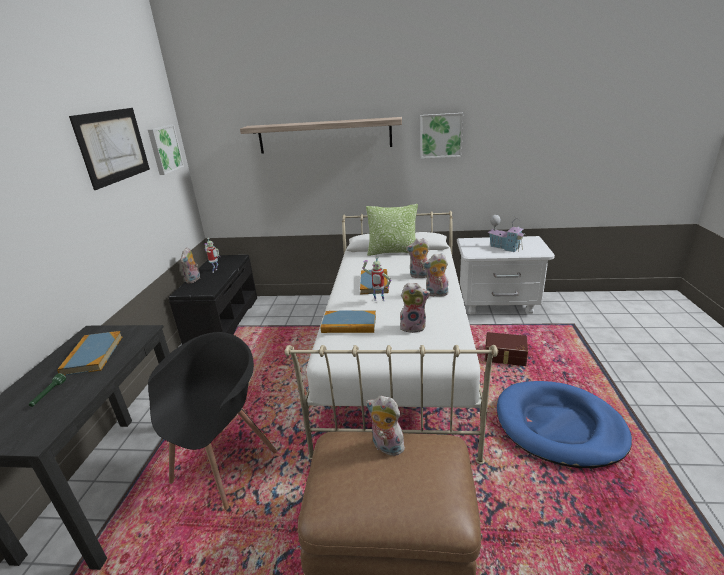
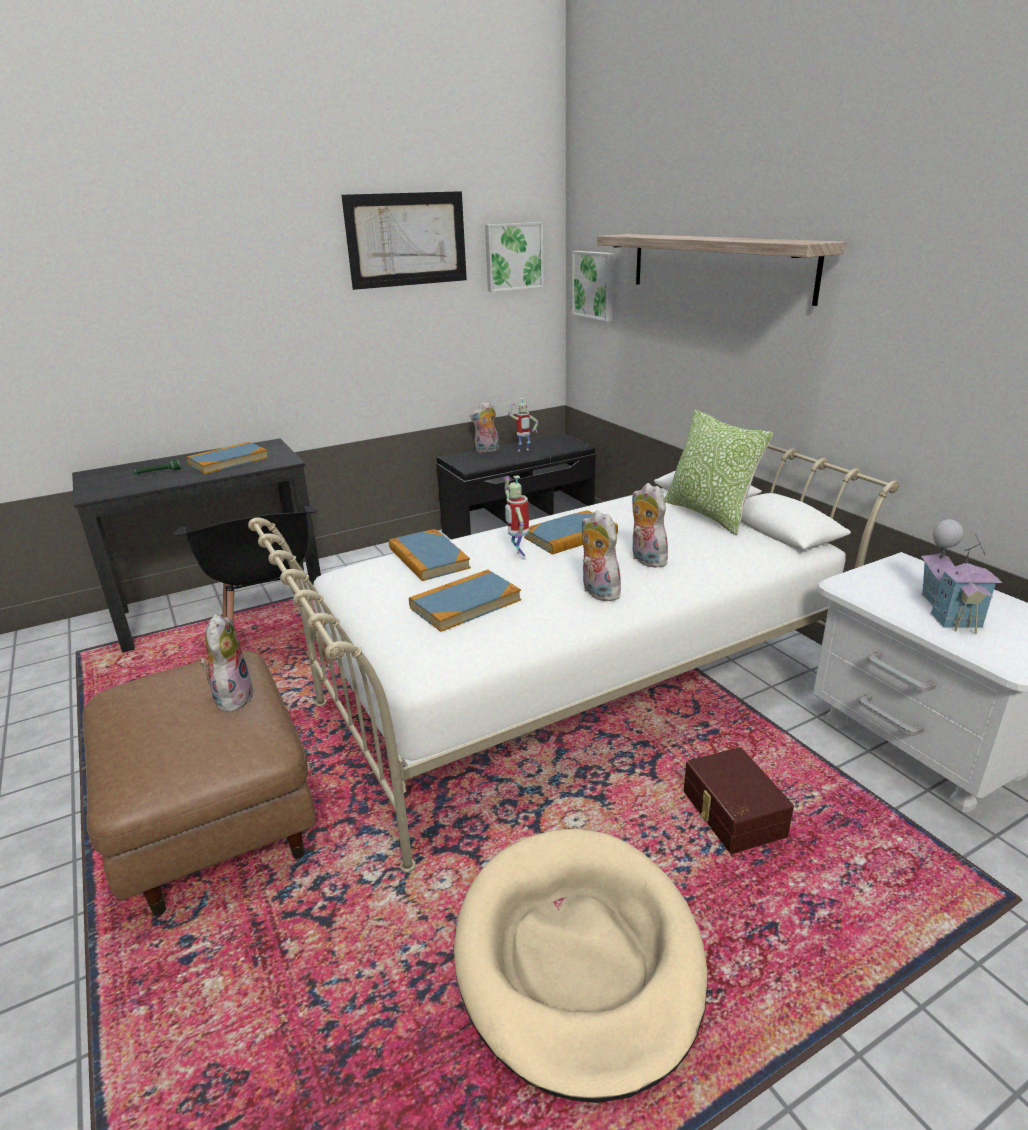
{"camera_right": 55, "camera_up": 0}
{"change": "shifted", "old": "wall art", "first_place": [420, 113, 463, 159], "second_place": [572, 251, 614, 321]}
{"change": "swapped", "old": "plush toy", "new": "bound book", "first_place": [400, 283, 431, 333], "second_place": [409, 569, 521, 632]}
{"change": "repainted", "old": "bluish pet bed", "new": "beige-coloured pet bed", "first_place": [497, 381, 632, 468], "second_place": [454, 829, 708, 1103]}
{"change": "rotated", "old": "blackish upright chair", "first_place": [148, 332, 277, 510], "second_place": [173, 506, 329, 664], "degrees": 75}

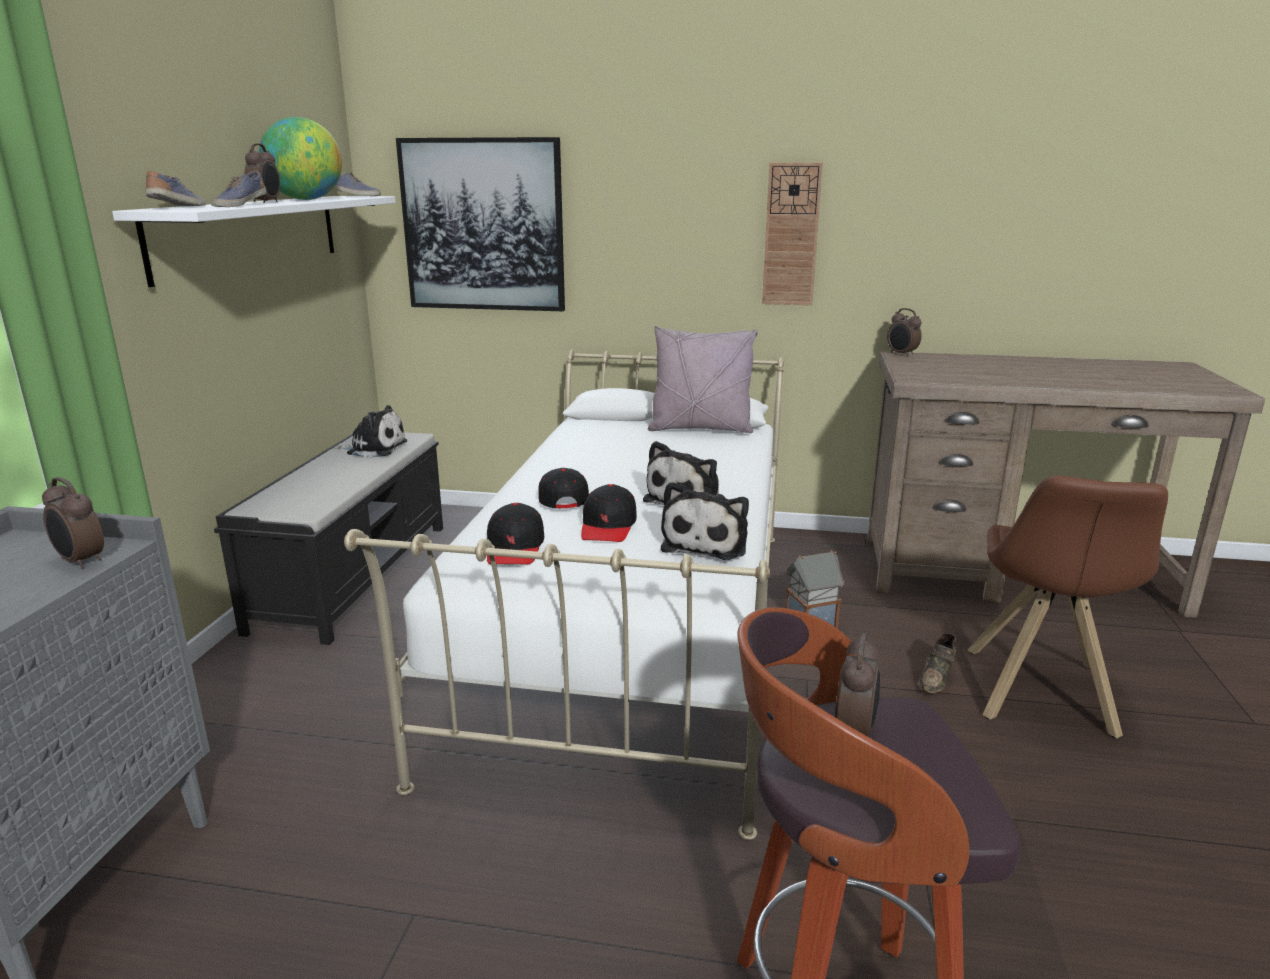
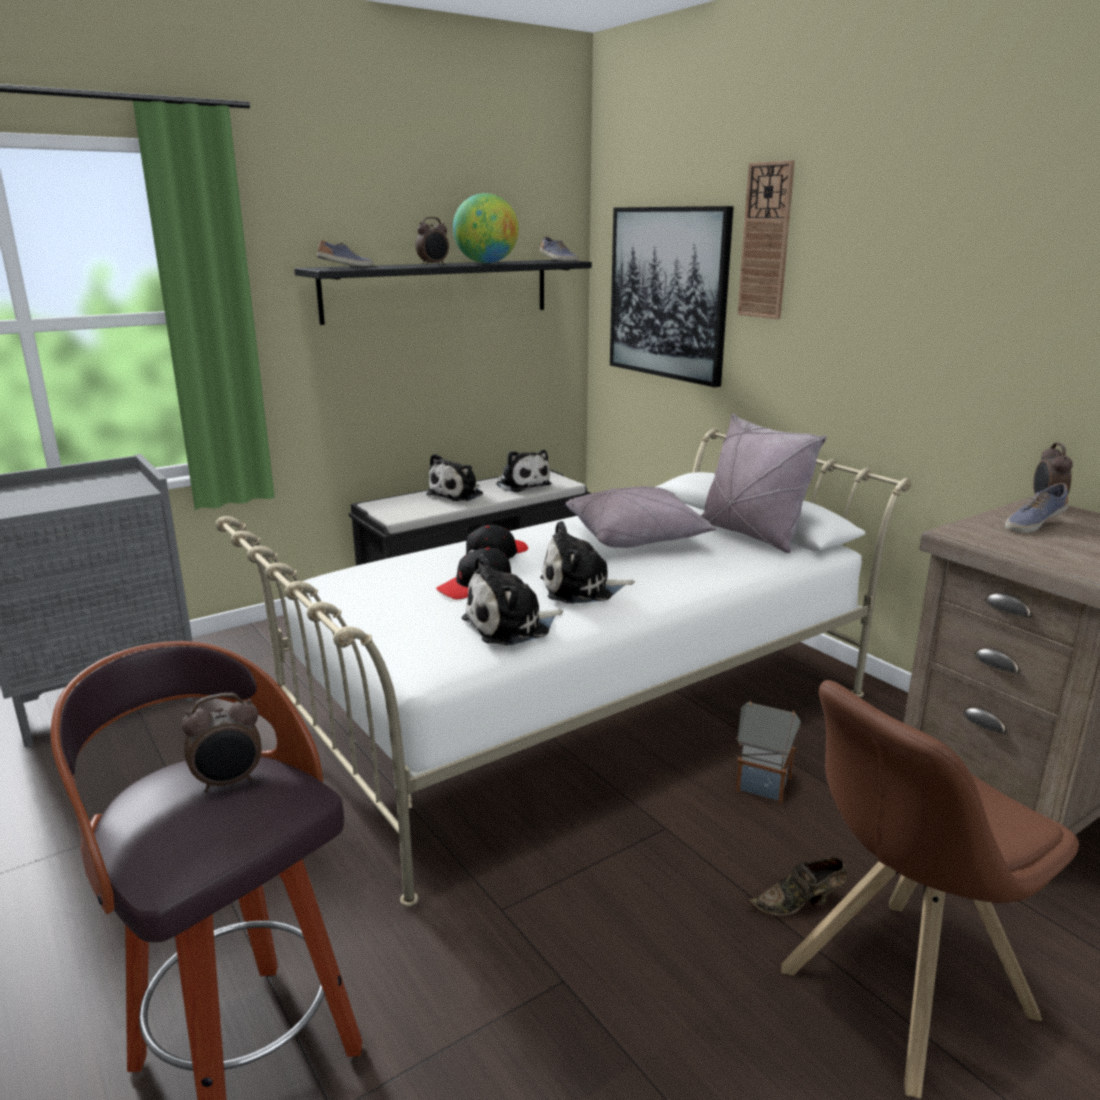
{"camera_right": 45, "camera_up": 0}
{"change": "gone", "old": "bedside clock", "first_place": [42, 477, 104, 569]}
{"change": "gone", "old": "blackish peaked cap", "first_place": [487, 503, 544, 564]}
{"change": "new", "new": "plush toy", "second_place": [426, 454, 483, 501]}
{"change": "new", "new": "purple-coloured pillow", "second_place": [566, 486, 716, 548]}
{"change": "shifted", "old": "item of footwear", "first_place": [211, 170, 267, 207], "second_place": [1005, 483, 1069, 533]}
{"change": "shifted", "old": "hanging clock", "first_place": [762, 162, 823, 305], "second_place": [737, 160, 795, 320]}
{"change": "repainted", "old": "white-coloured bracket shelf", "new": "blackish bracket shelf", "first_place": [112, 196, 396, 287], "second_place": [294, 260, 592, 325]}

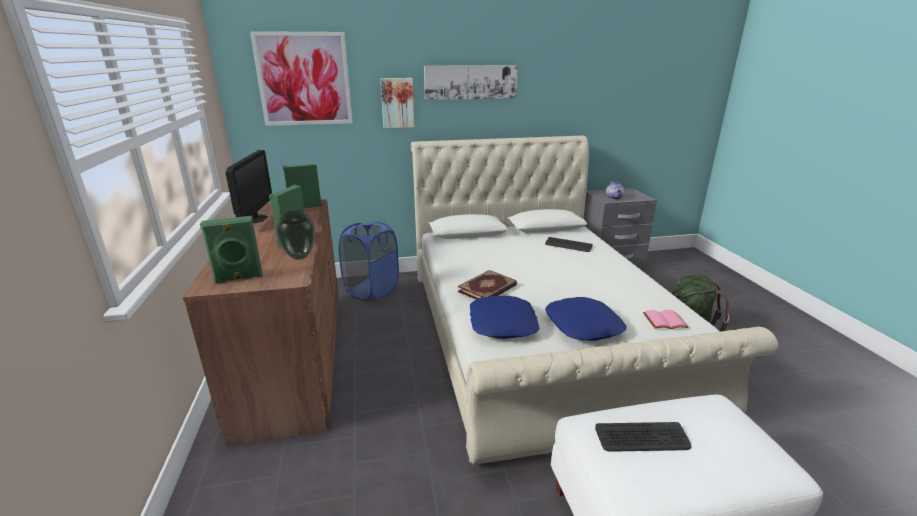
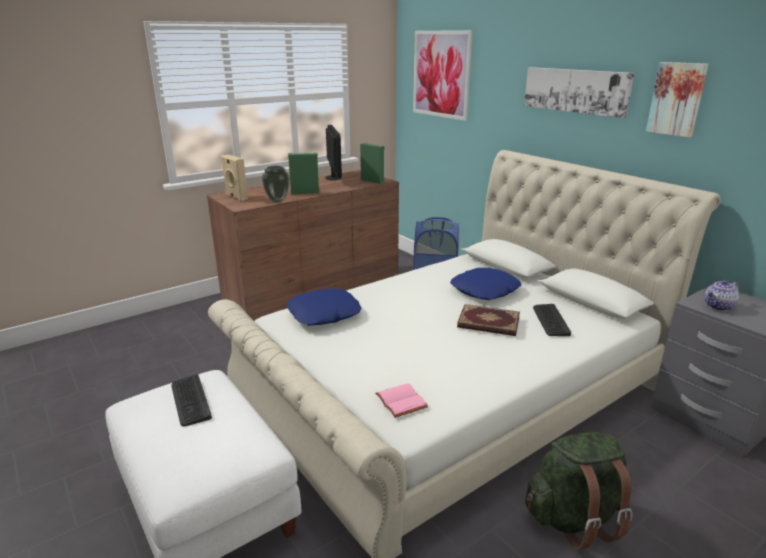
{"camera_right": 65, "camera_up": 0}
{"change": "shifted", "old": "wall art", "first_place": [380, 78, 414, 128], "second_place": [646, 62, 709, 137]}
{"change": "shifted", "old": "bound book", "first_place": [458, 270, 517, 299], "second_place": [457, 304, 520, 336]}
{"change": "shifted", "old": "bluish pillow", "first_place": [545, 297, 626, 341], "second_place": [450, 268, 521, 300]}
{"change": "repainted", "old": "greenish loudspeaker", "new": "beige-coloured loudspeaker", "first_place": [200, 216, 263, 283], "second_place": [221, 155, 248, 201]}
{"change": "rotated", "old": "computer display", "first_place": [225, 150, 272, 223], "second_place": [325, 125, 342, 180], "degrees": -75}

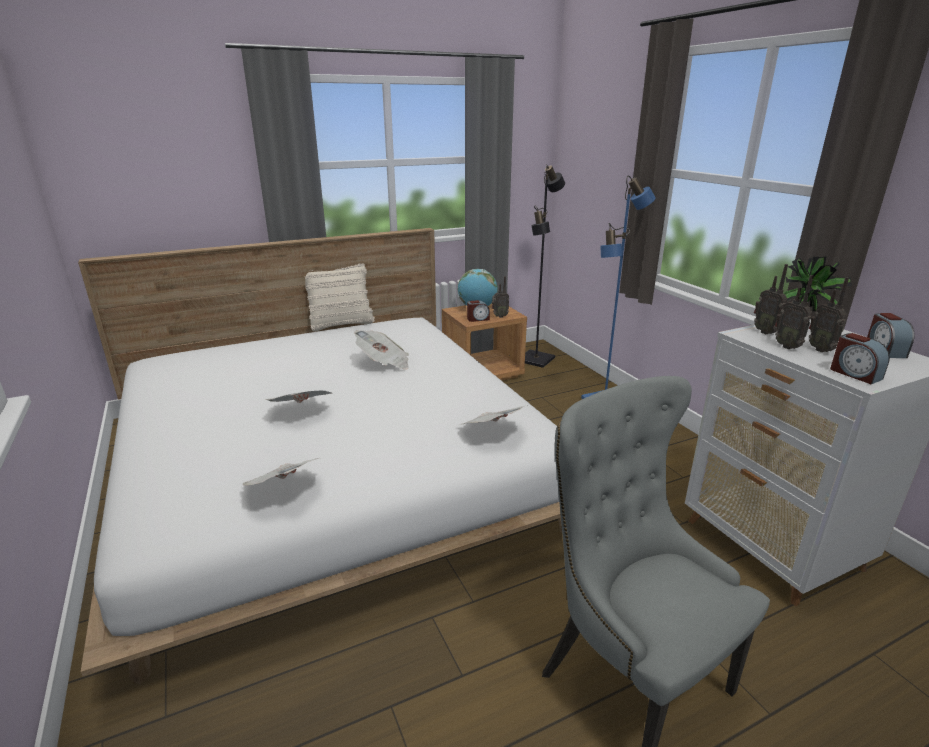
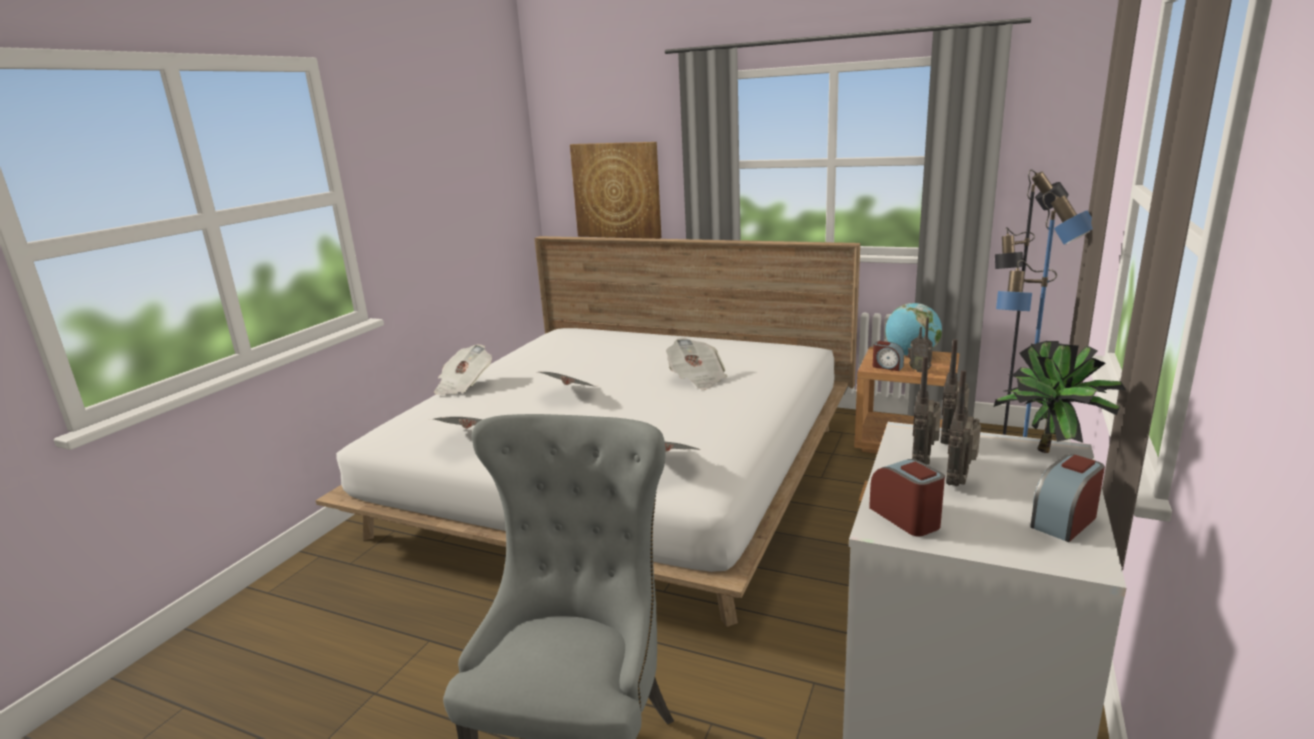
{"camera_right": 50, "camera_up": -5}
{"change": "gone", "old": "beige-coloured pillow", "first_place": [305, 263, 375, 332]}
{"change": "new", "new": "printed paper", "second_place": [434, 344, 492, 395]}
{"change": "new", "new": "wall art", "second_place": [570, 142, 661, 239]}
{"change": "rotated", "old": "bedside clock", "first_place": [830, 333, 890, 384], "second_place": [869, 459, 945, 536], "degrees": 135}

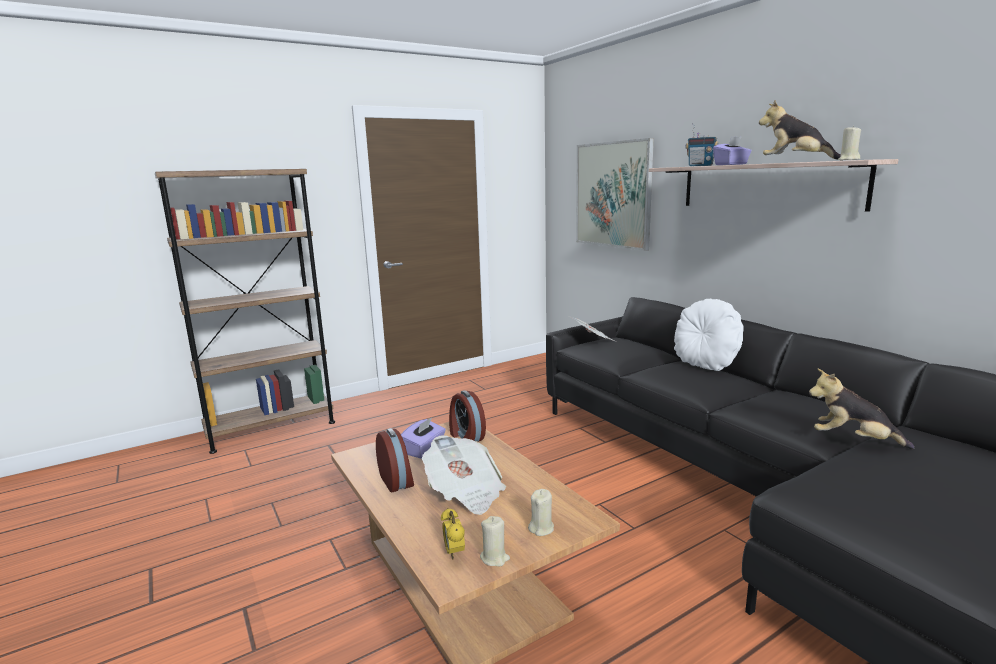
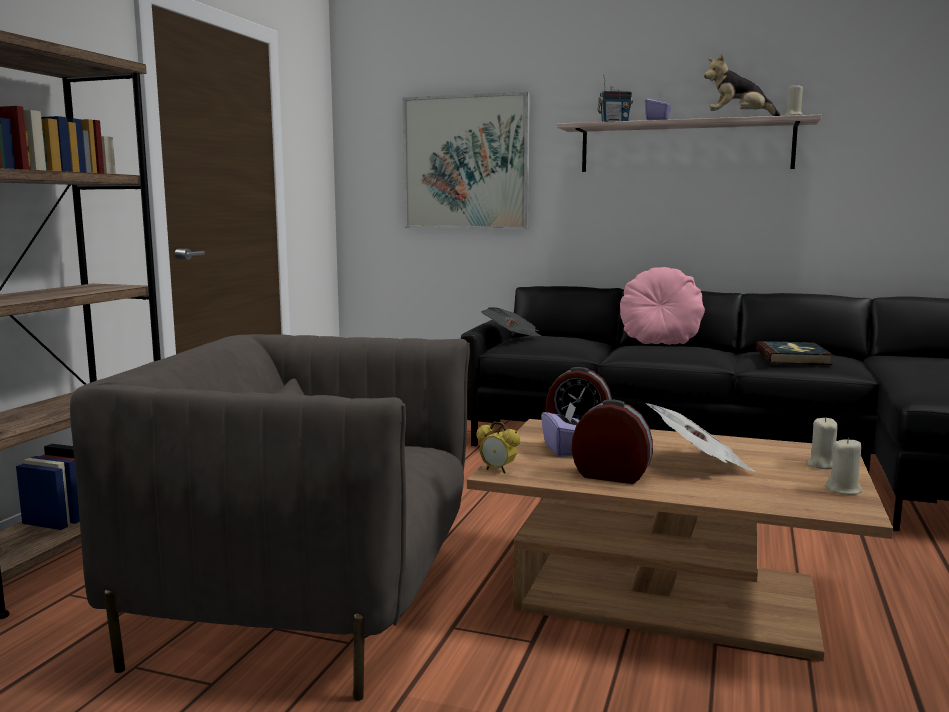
{"camera_right": -40, "camera_up": -5}
{"change": "gone", "old": "plush toy", "first_place": [809, 369, 915, 449]}
{"change": "new", "new": "greyish lounge chair", "second_place": [70, 334, 470, 701]}
{"change": "new", "new": "bound book", "second_place": [756, 341, 833, 365]}
{"change": "shifted", "old": "bedside clock", "first_place": [441, 508, 465, 559], "second_place": [476, 421, 520, 473]}
{"change": "repainted", "old": "white-coloured pillow", "new": "pink pillow", "first_place": [674, 299, 744, 371], "second_place": [620, 267, 705, 345]}

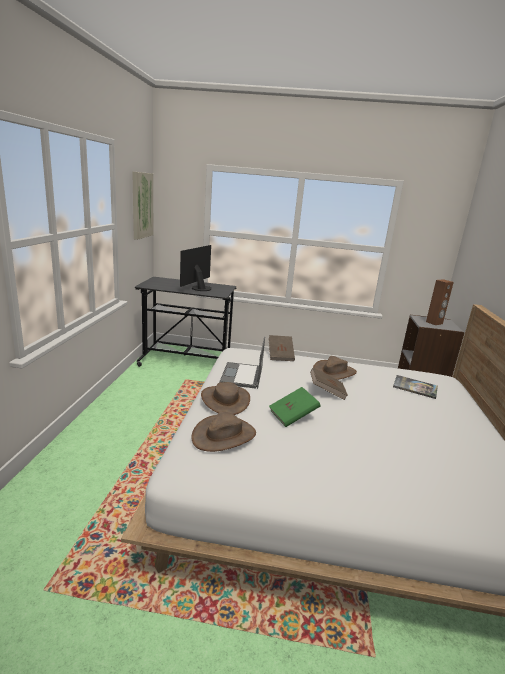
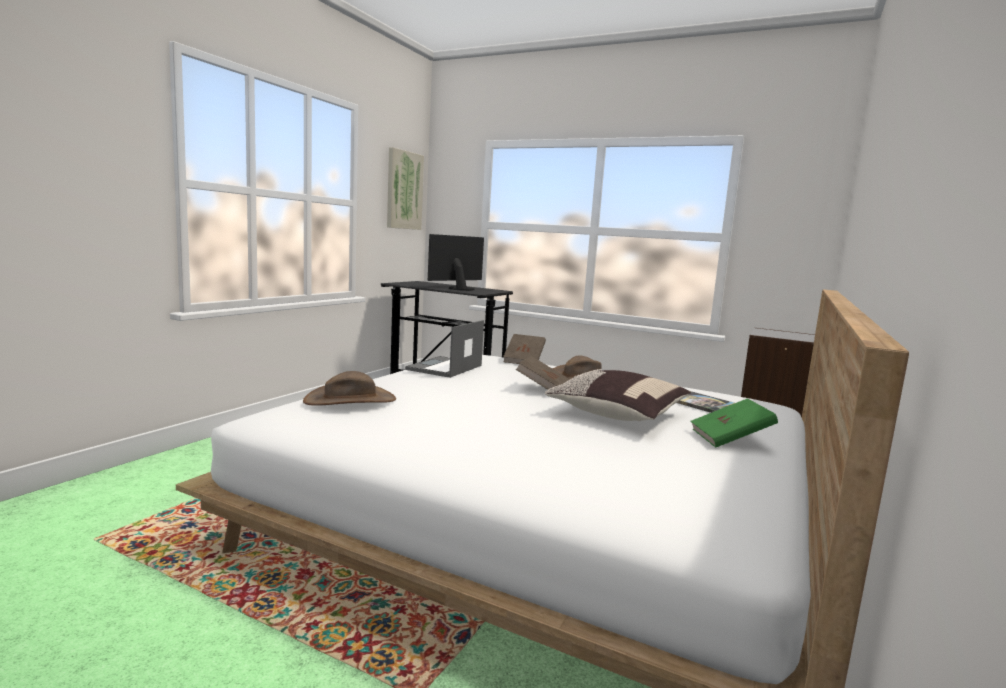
{"camera_right": 20, "camera_up": -10}
{"change": "gone", "old": "brown-coloured wearable hat", "first_place": [201, 382, 250, 415]}
{"change": "gone", "old": "brown-coloured loudspeaker", "first_place": [426, 279, 454, 325]}
{"change": "new", "new": "pillow", "second_place": [545, 369, 691, 421]}
{"change": "shifted", "old": "greenish bound book", "first_place": [269, 387, 321, 427], "second_place": [690, 398, 778, 448]}

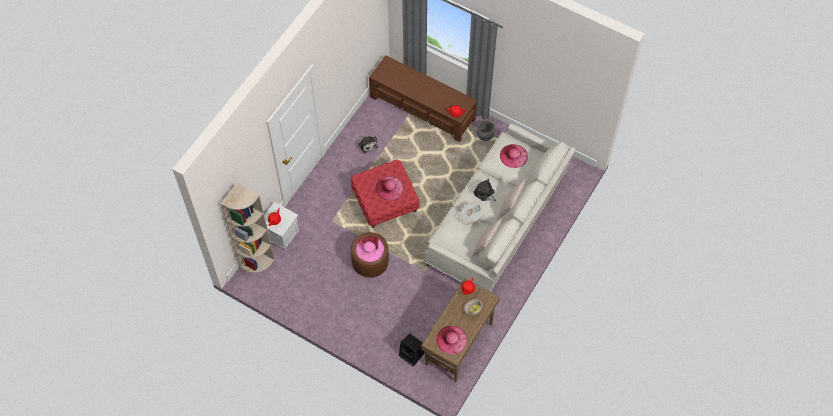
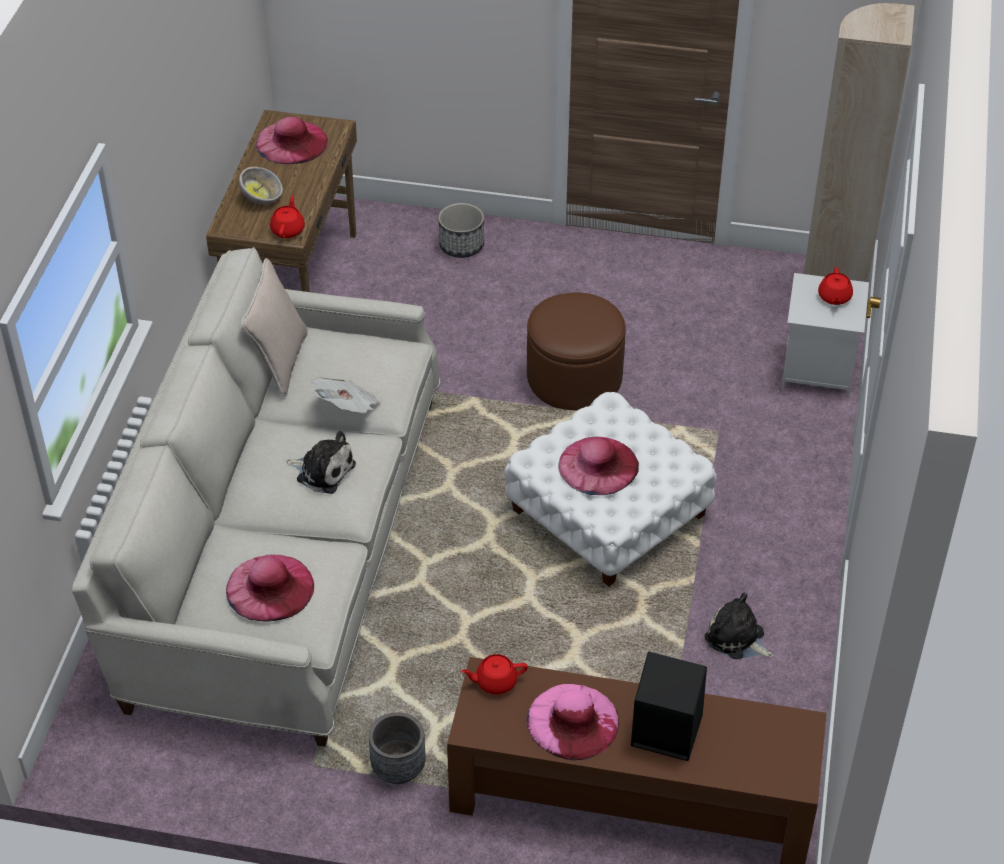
{"camera_right": 160, "camera_up": -15}
{"change": "gone", "old": "beige-coloured pillow", "first_place": [498, 179, 526, 220]}
{"change": "new", "new": "planter", "second_place": [438, 203, 484, 258]}
{"change": "shifted", "old": "pink wearable hat", "first_place": [356, 236, 385, 262], "second_place": [527, 684, 619, 760]}
{"change": "shifted", "old": "blackish loudspeaker", "first_place": [399, 334, 425, 367], "second_place": [631, 652, 707, 761]}
{"change": "repainted", "old": "red pouffe", "new": "white-coloured pouffe", "first_place": [351, 159, 420, 228], "second_place": [504, 392, 717, 586]}

